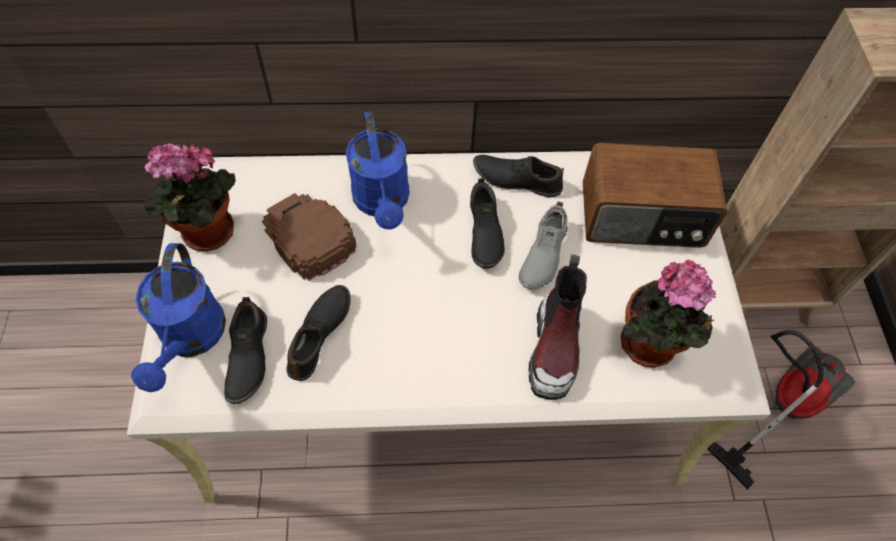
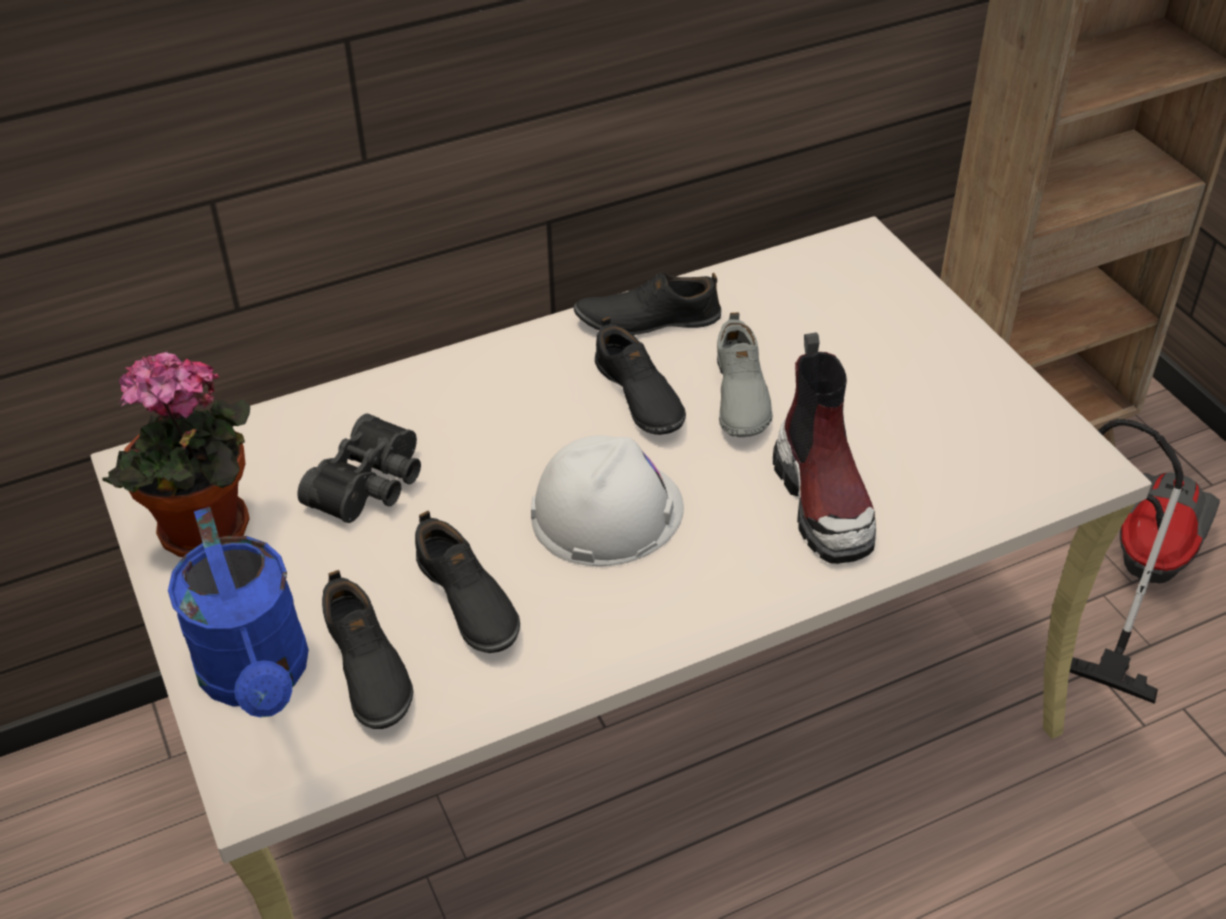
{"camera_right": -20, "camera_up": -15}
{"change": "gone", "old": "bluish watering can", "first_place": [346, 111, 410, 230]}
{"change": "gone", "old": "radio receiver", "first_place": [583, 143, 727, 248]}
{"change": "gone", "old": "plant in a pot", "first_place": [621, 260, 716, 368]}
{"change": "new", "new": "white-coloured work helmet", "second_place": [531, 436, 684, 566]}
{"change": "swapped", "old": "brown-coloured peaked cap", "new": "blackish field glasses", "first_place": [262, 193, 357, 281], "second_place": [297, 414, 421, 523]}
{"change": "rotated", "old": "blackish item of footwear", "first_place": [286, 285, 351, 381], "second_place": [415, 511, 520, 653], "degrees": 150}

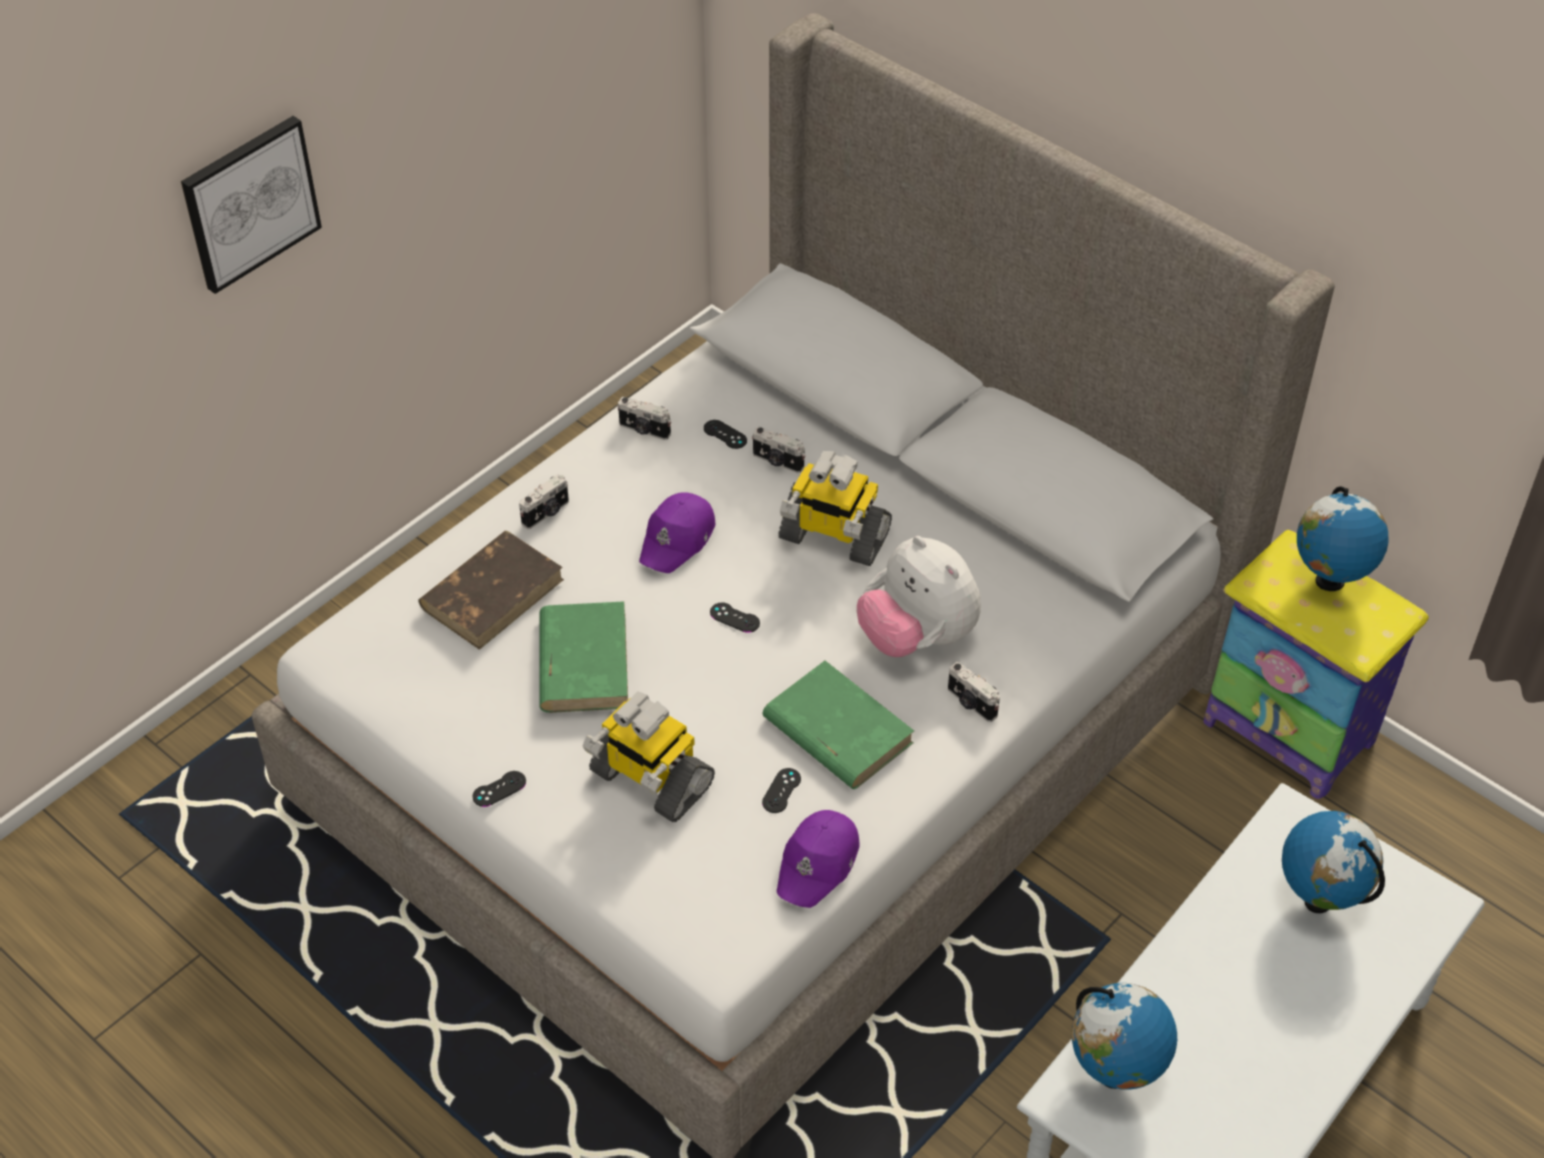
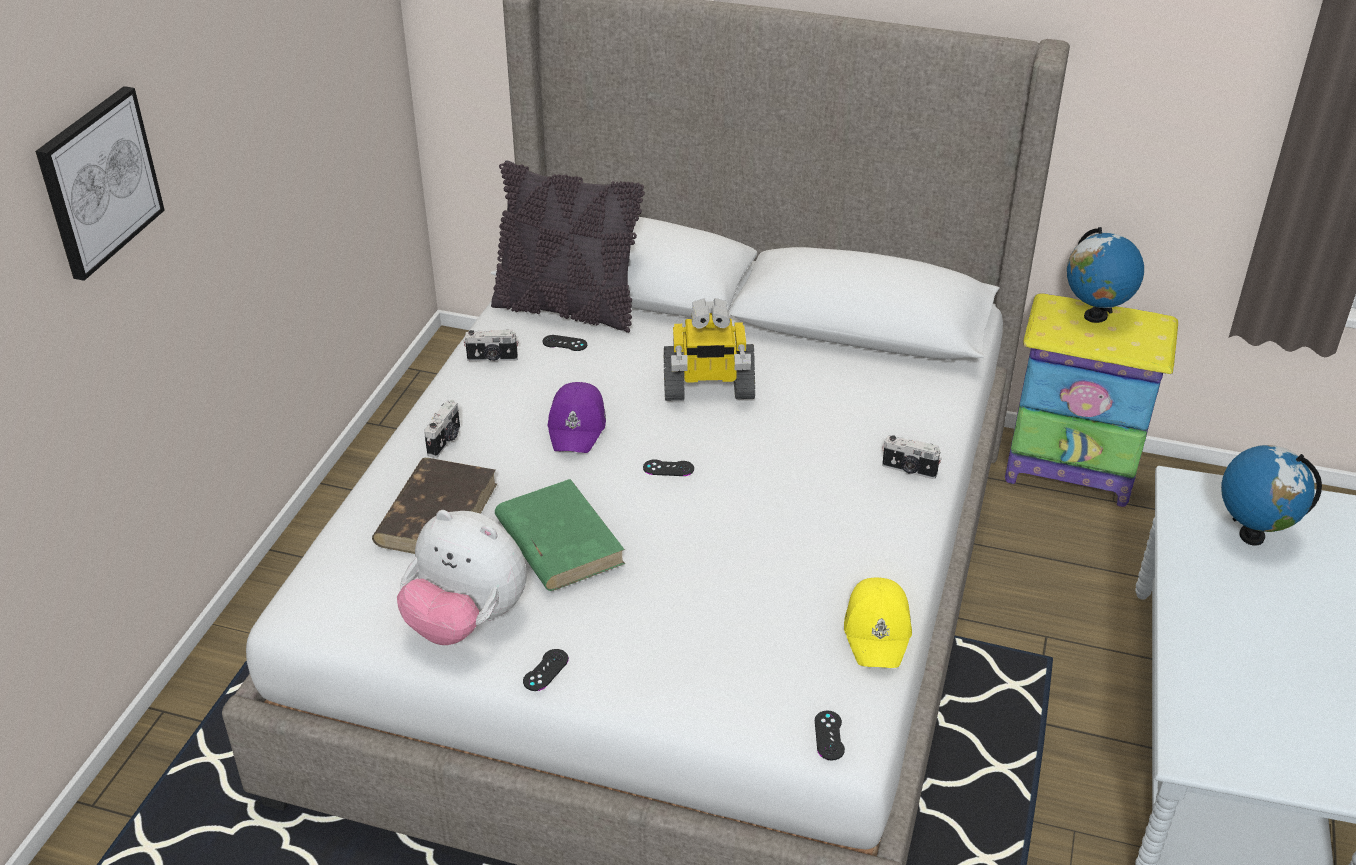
{"camera_right": -25, "camera_up": -10}
{"change": "gone", "old": "robot figure", "first_place": [582, 692, 715, 822]}
{"change": "gone", "old": "still camera", "first_place": [752, 427, 805, 473]}
{"change": "gone", "old": "greenish bound book", "first_place": [762, 661, 914, 789]}
{"change": "gone", "old": "globe", "first_place": [1072, 983, 1177, 1090]}
{"change": "new", "new": "blackish pillow", "second_place": [491, 160, 645, 333]}
{"change": "shifted", "old": "blackish joypad", "first_place": [762, 768, 801, 813], "second_place": [815, 711, 845, 760]}
{"change": "shifted", "old": "plush toy", "first_place": [857, 536, 981, 657], "second_place": [397, 510, 527, 645]}
{"change": "repainted", "old": "purple-coloured peaked cap", "new": "yellowish peaked cap", "first_place": [777, 810, 860, 908], "second_place": [844, 577, 912, 668]}

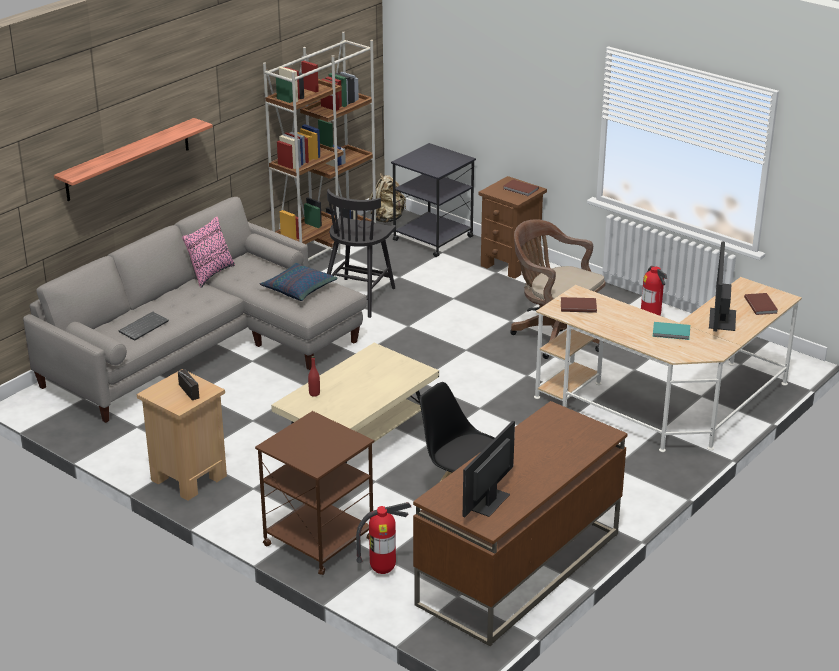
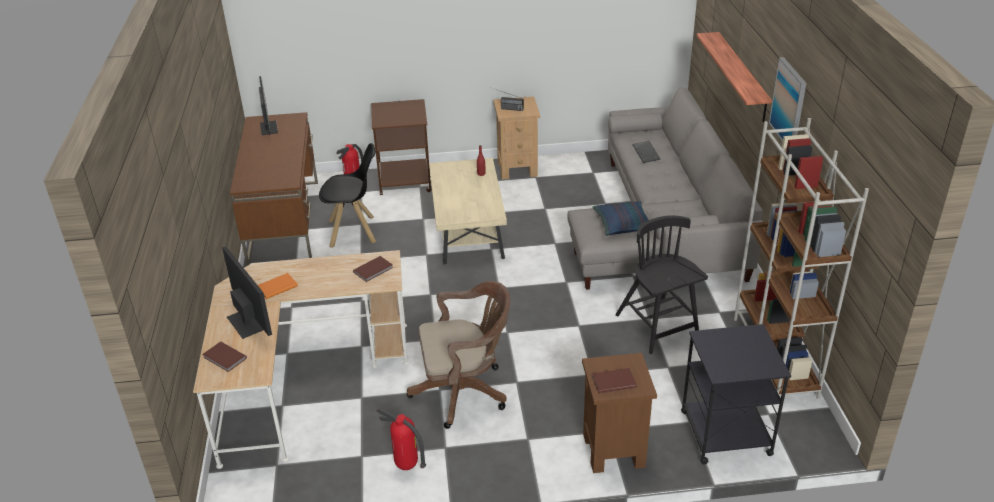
{"camera_right": 135, "camera_up": 5}
{"change": "gone", "old": "pink pillow", "first_place": [182, 217, 235, 288]}
{"change": "gone", "old": "beige-coloured rucksack", "first_place": [369, 173, 406, 223]}
{"change": "new", "new": "wall art", "second_place": [769, 57, 806, 142]}
{"change": "repainted", "old": "turquoise-coloured bound book", "new": "orangey bound book", "first_place": [653, 322, 690, 340], "second_place": [258, 273, 298, 299]}

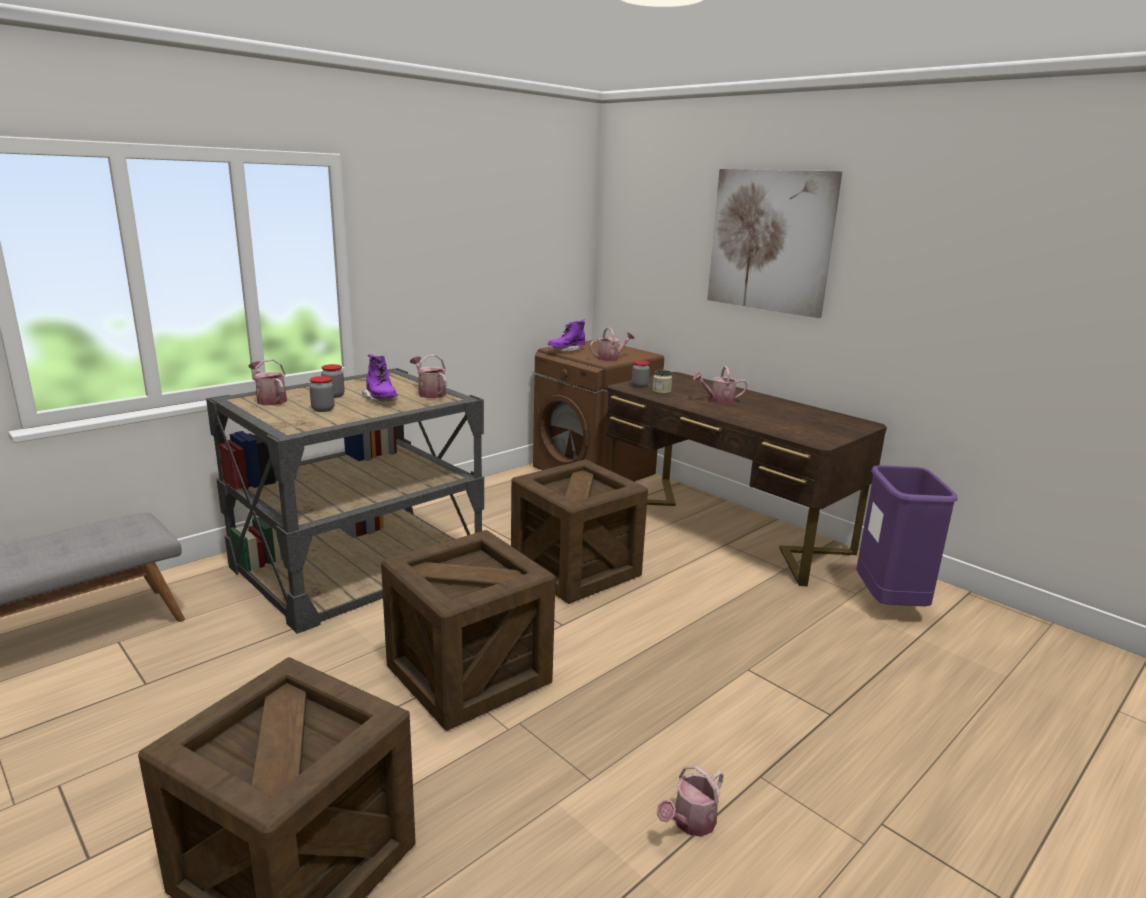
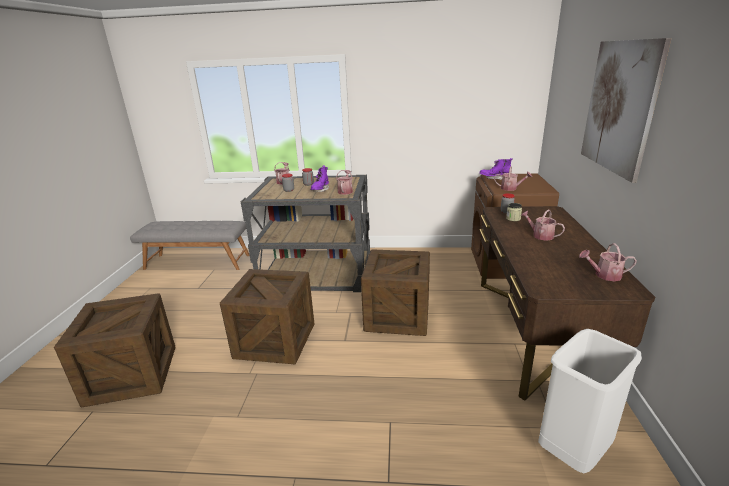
{"camera_right": 50, "camera_up": 5}
{"change": "shifted", "old": "watering can", "first_place": [657, 765, 724, 837], "second_place": [579, 243, 637, 281]}
{"change": "repainted", "old": "purple-coloured trash can", "new": "white-coloured trash can", "first_place": [856, 465, 957, 606], "second_place": [538, 329, 642, 473]}

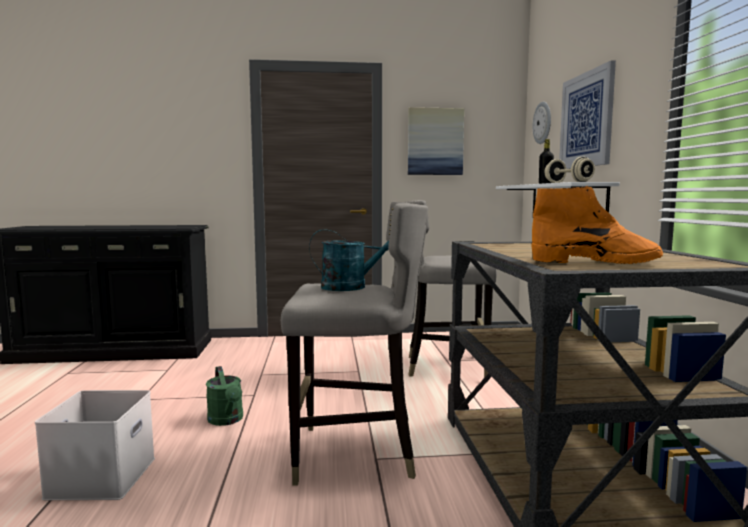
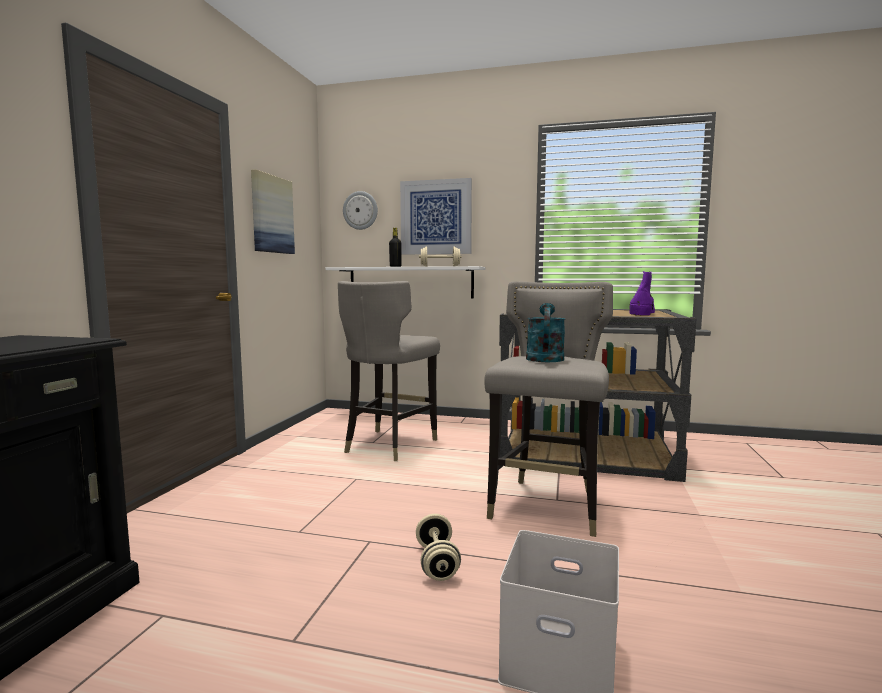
{"camera_right": -70, "camera_up": 0}
{"change": "swapped", "old": "greenish watering can", "new": "beige-coloured free weight", "first_place": [206, 366, 243, 426], "second_place": [416, 514, 461, 581]}
{"change": "repainted", "old": "orangey tall boot", "new": "purple-coloured tall boot", "first_place": [531, 186, 663, 264], "second_place": [629, 271, 655, 316]}

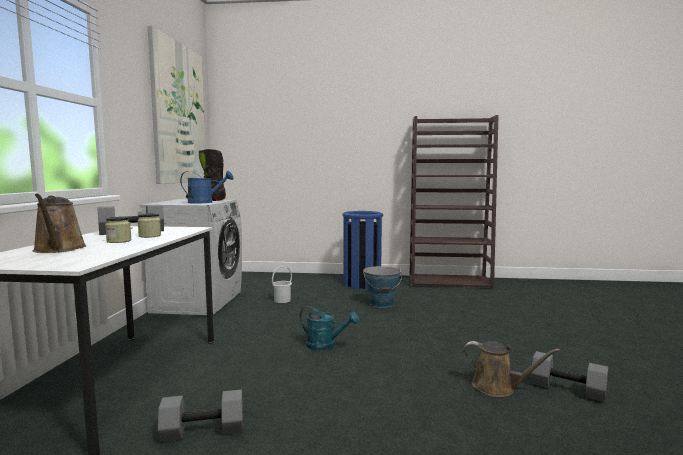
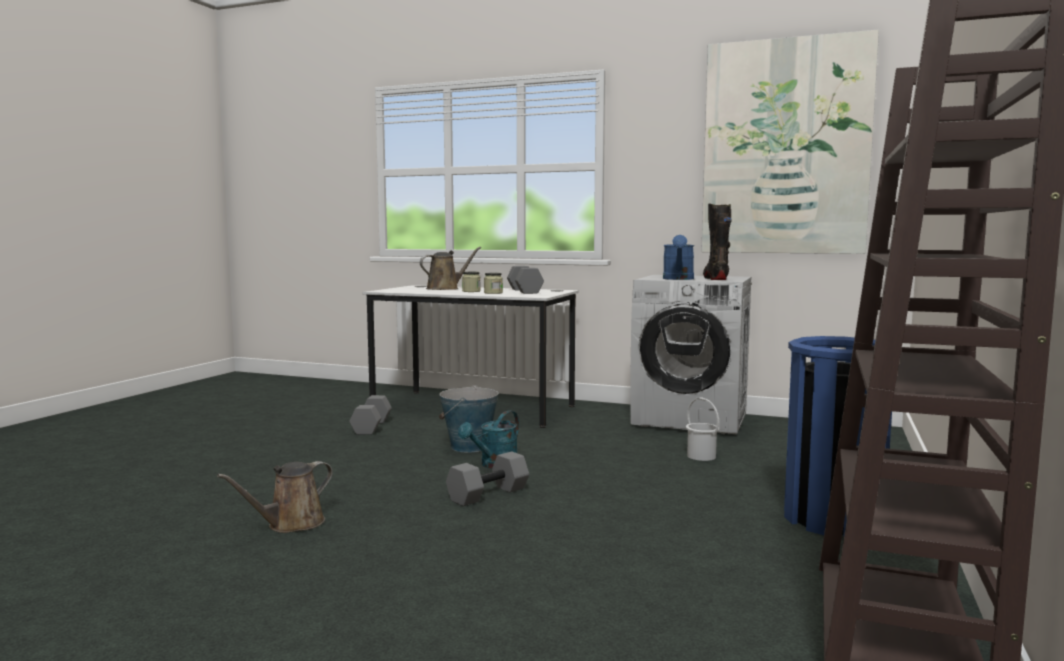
{"camera_right": 105, "camera_up": 0}
{"change": "shifted", "old": "bucket", "first_place": [363, 266, 402, 308], "second_place": [439, 385, 499, 453]}
{"change": "shifted", "old": "greyish free weight", "first_place": [531, 351, 608, 402], "second_place": [446, 452, 529, 506]}
{"change": "rotated", "old": "brown-coloured watering can", "first_place": [33, 194, 86, 253], "second_place": [420, 247, 481, 290], "degrees": 150}

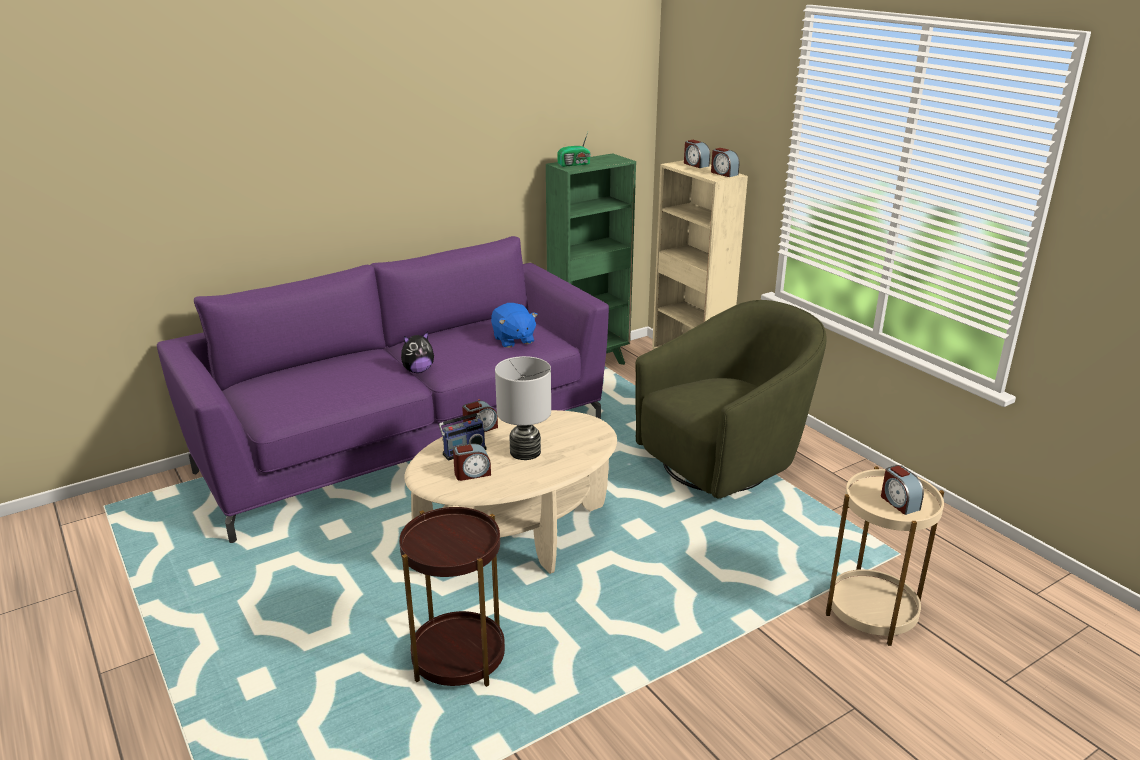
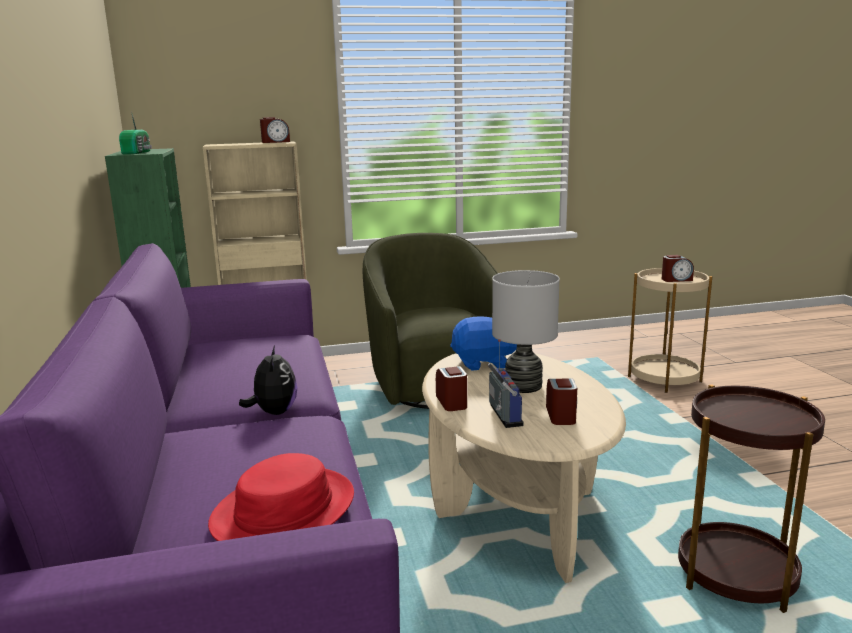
{"camera_right": -70, "camera_up": -10}
{"change": "gone", "old": "bedside clock", "first_place": [684, 140, 710, 168]}
{"change": "new", "new": "red wearable hat", "second_place": [208, 453, 354, 541]}
{"change": "shifted", "old": "bluish plush toy", "first_place": [491, 303, 538, 348], "second_place": [450, 316, 517, 371]}

